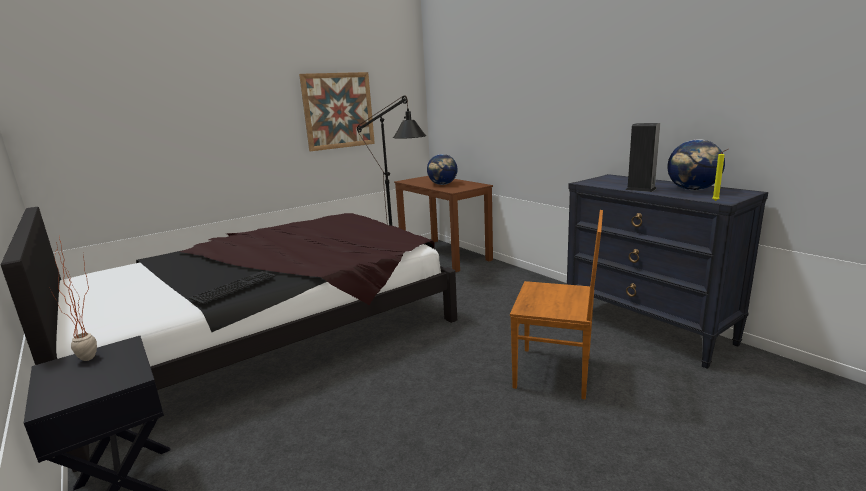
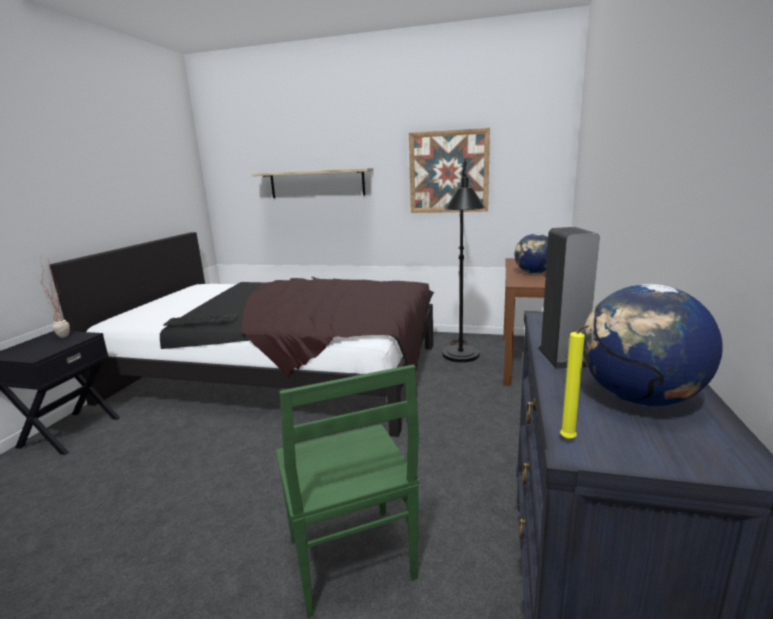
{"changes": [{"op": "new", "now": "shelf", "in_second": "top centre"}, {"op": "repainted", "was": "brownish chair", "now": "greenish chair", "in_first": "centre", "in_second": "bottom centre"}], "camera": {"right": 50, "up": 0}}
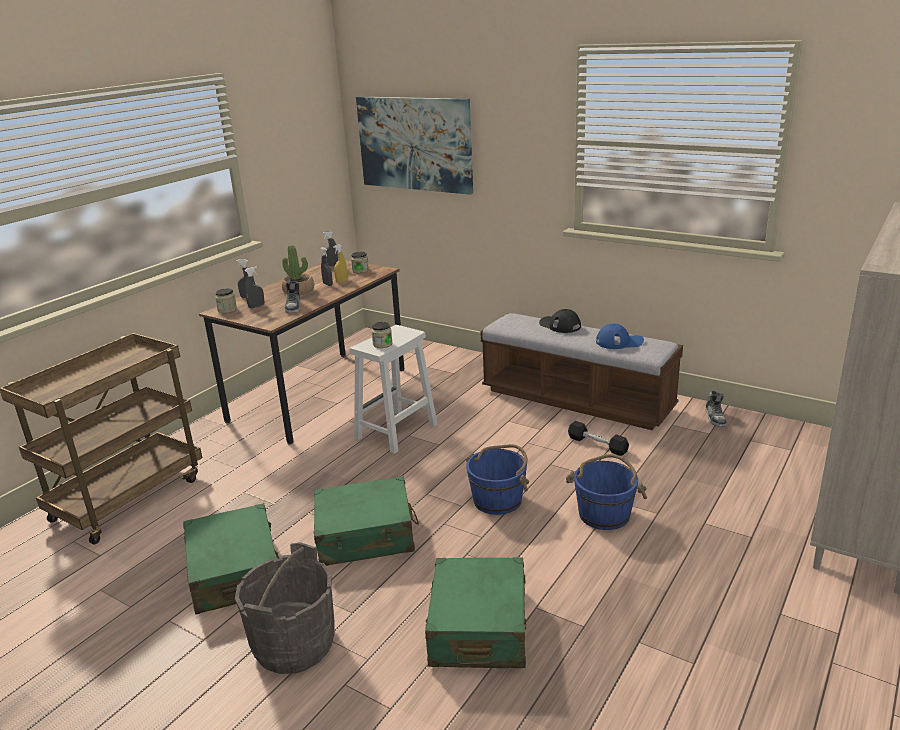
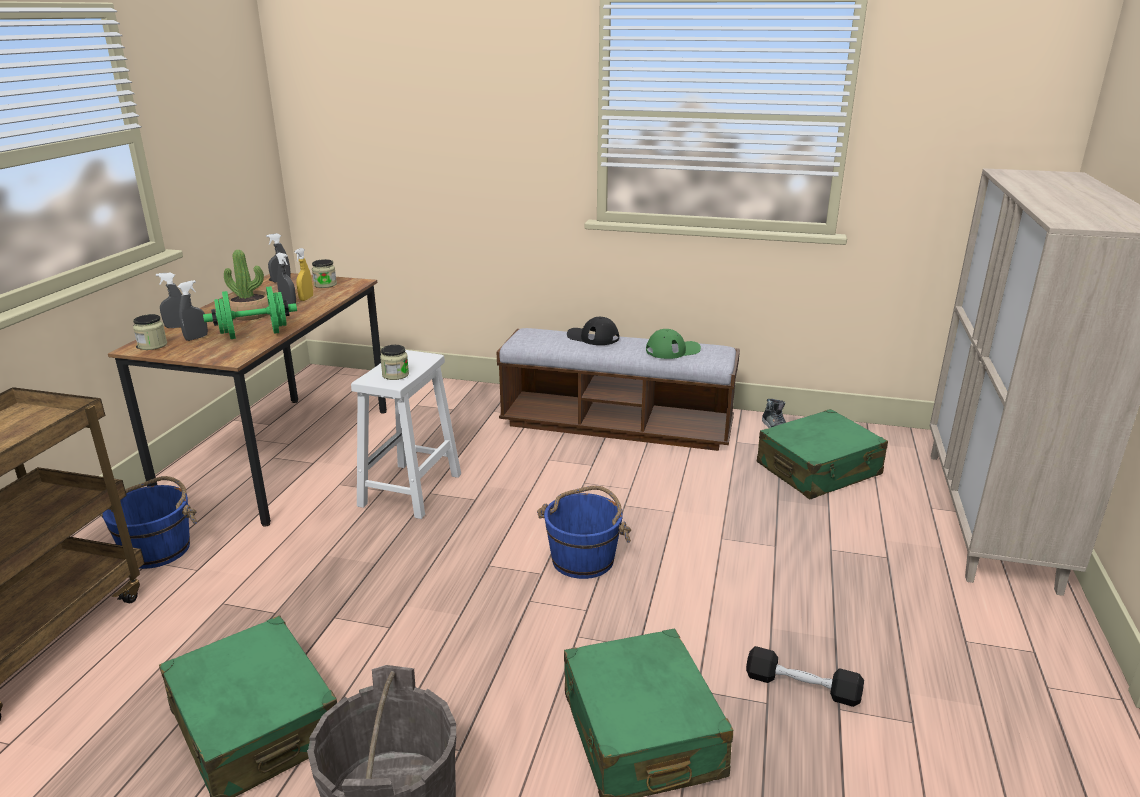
{"changes": [{"op": "shifted", "was": "blue-coloured bucket (no. 2 from left in the first image)", "now": "blue-coloured bucket (no. 1 from left)", "in_first": "bottom right", "in_second": "middle left"}, {"op": "swapped", "was": "low shoe (no. 1 from left)", "now": "greenish dumbbell", "in_first": "middle left", "in_second": "middle left"}, {"op": "repainted", "was": "blue-coloured peaked cap", "now": "greenish peaked cap", "in_first": "middle right", "in_second": "centre"}, {"op": "shifted", "was": "blackish dumbbell", "in_first": "centre", "in_second": "bottom right"}, {"op": "shifted", "was": "greenish piece of luggage (no. 2 from left in the first image)", "now": "greenish piece of luggage (no. 3 from left)", "in_first": "bottom centre", "in_second": "middle right"}, {"op": "gone", "was": "picture", "in_first": "top centre"}], "camera": {"right": -20, "up": 0}}
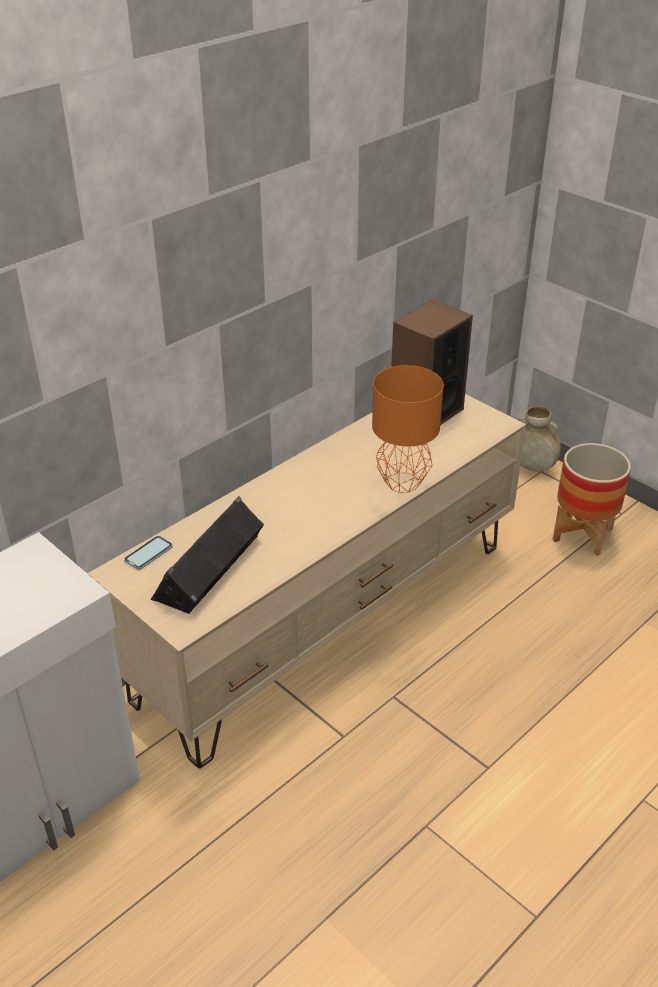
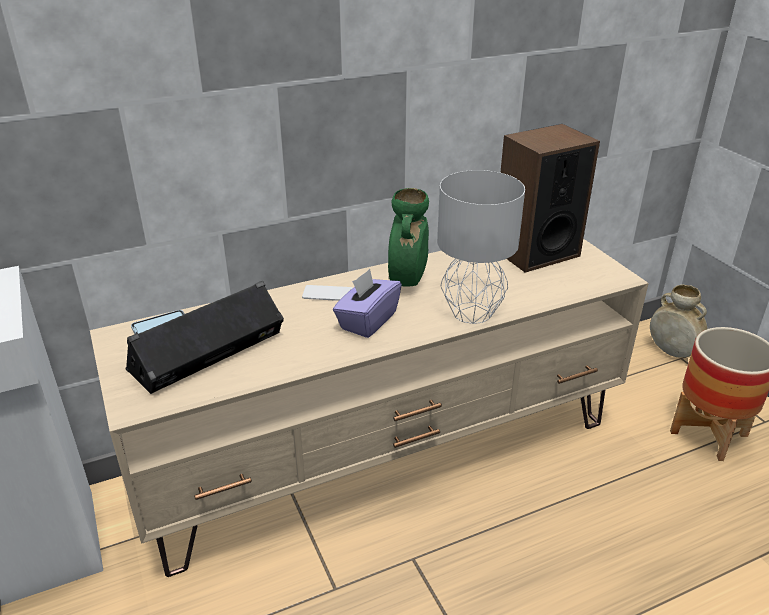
{"changes": [{"op": "new", "now": "handset (no. 2 from left)", "in_second": "centre"}, {"op": "new", "now": "purple box of tissues", "in_second": "centre"}, {"op": "new", "now": "greenish decorative vase", "in_second": "centre"}, {"op": "repainted", "was": "orange tabletop lamp", "now": "greyish tabletop lamp", "in_first": "centre", "in_second": "centre"}], "camera": {"right": 20, "up": -5}}
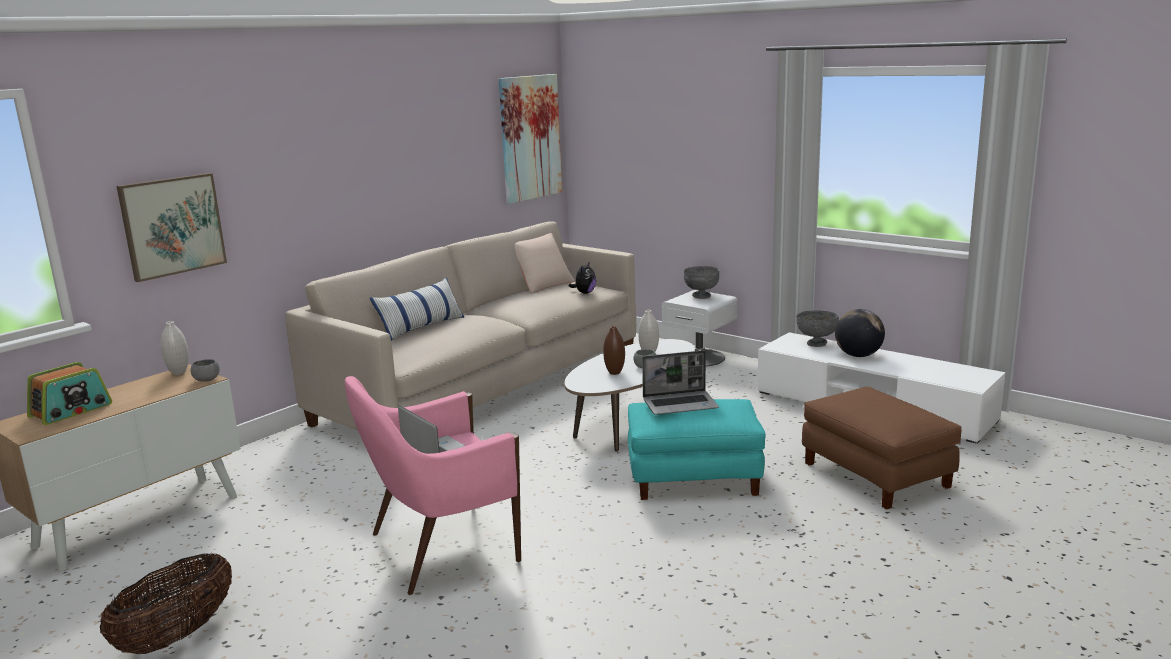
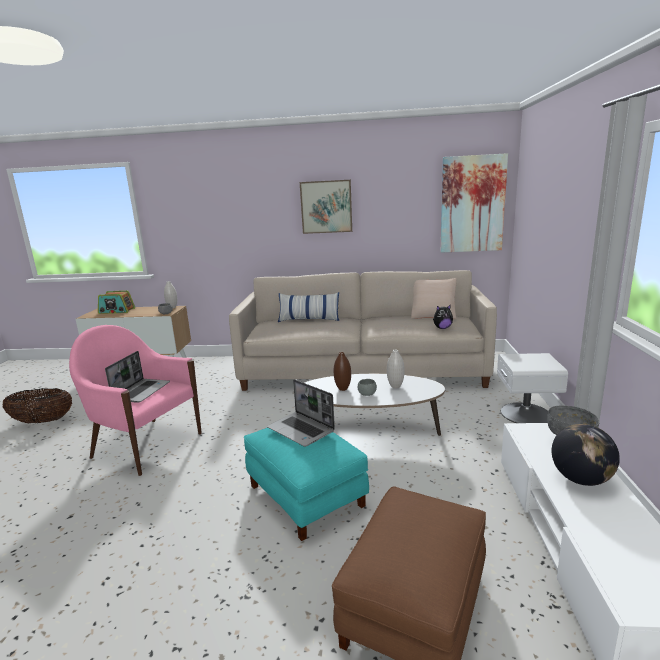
{"changes": [{"op": "shifted", "was": "picture (no. 1 from left)", "in_first": "middle left", "in_second": "top centre"}, {"op": "gone", "was": "greyish bowl (no. 3 from left)", "in_first": "centre"}], "camera": {"right": 55, "up": 0}}
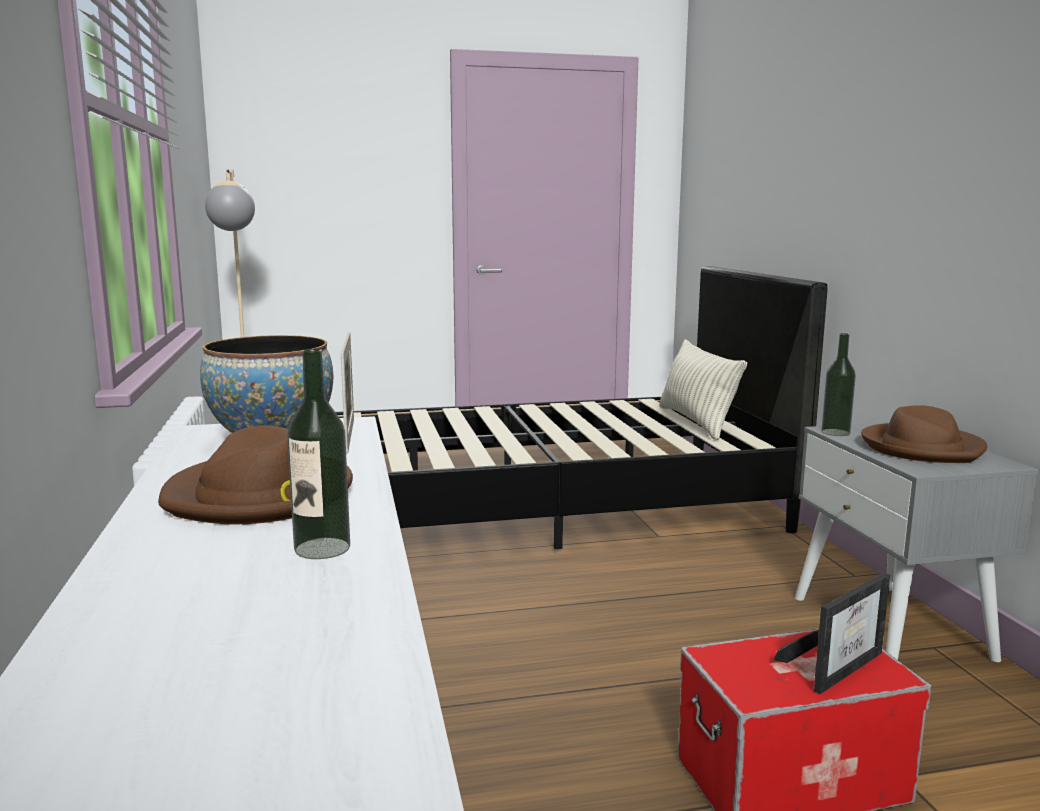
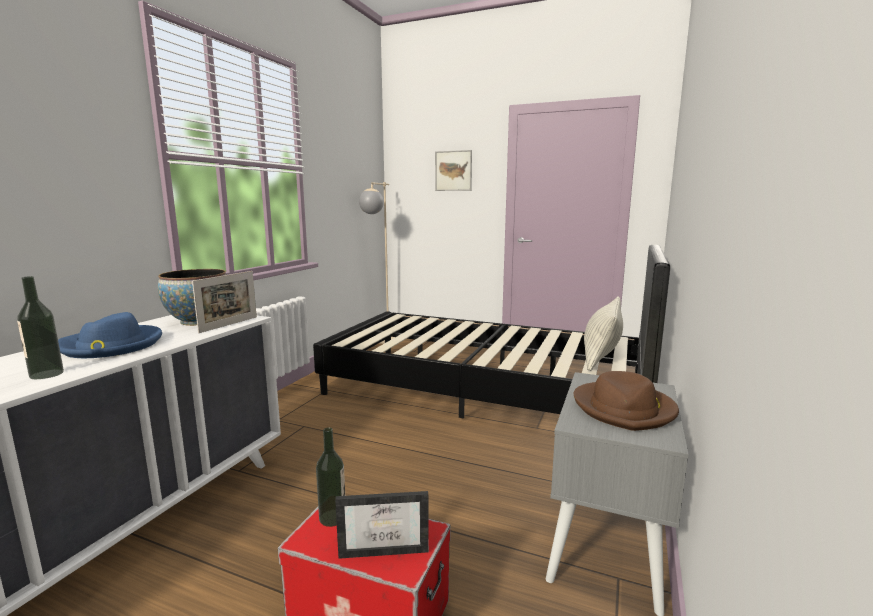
{"changes": [{"op": "repainted", "was": "brownish wearable hat (no. 1 from left)", "now": "blue-coloured wearable hat", "in_first": "middle left", "in_second": "middle left"}, {"op": "shifted", "was": "beverage bottle (no. 2 from left)", "in_first": "middle right", "in_second": "bottom centre"}, {"op": "new", "now": "picture", "in_second": "top centre"}], "camera": {"right": 35, "up": 0}}
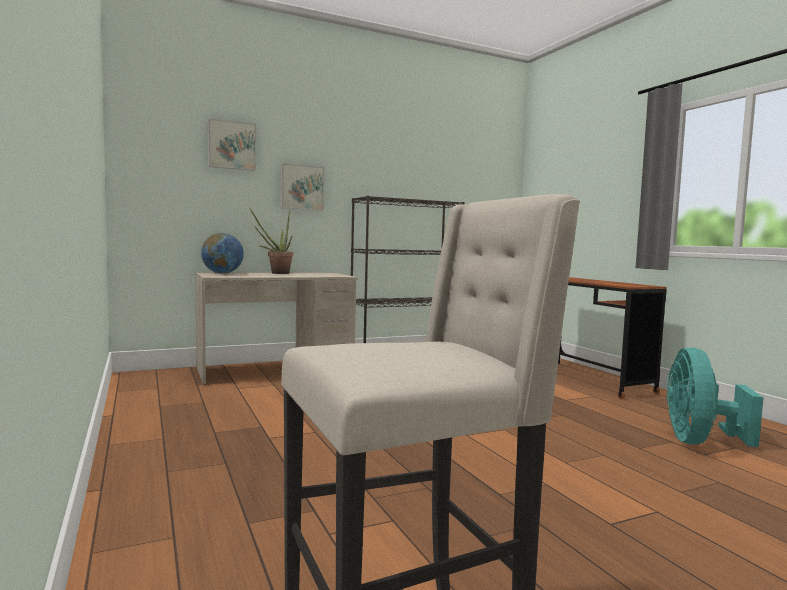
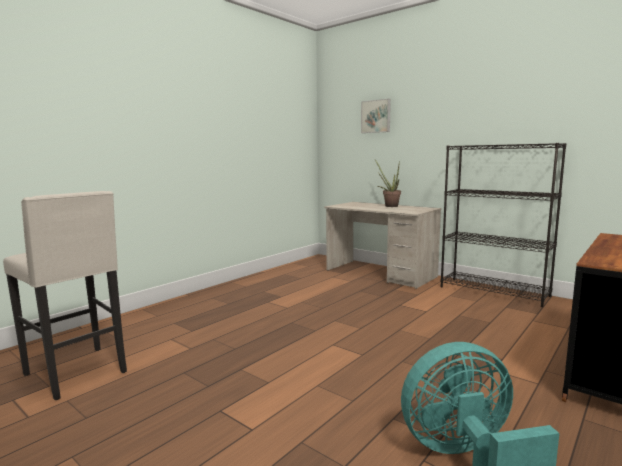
{"changes": [{"op": "gone", "was": "desk globe", "in_first": "middle left"}, {"op": "gone", "was": "picture (no. 2 from left)", "in_first": "top centre"}], "camera": {"right": 65, "up": 5}}
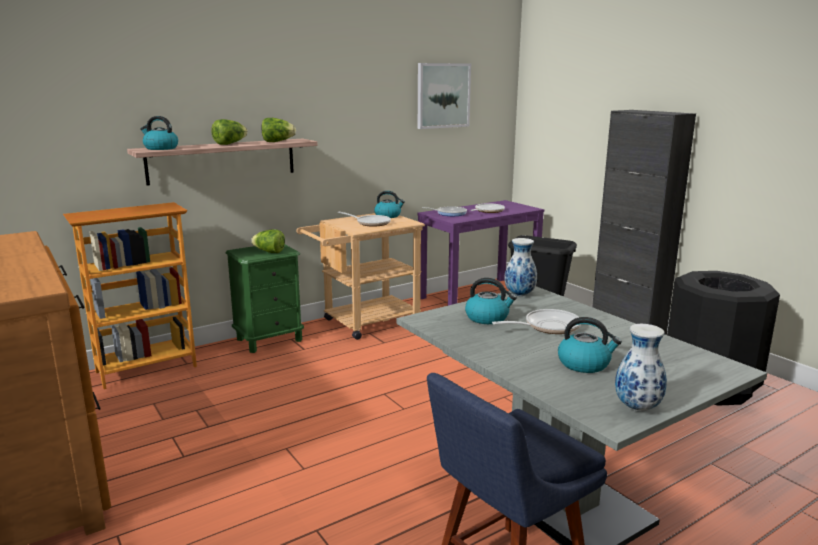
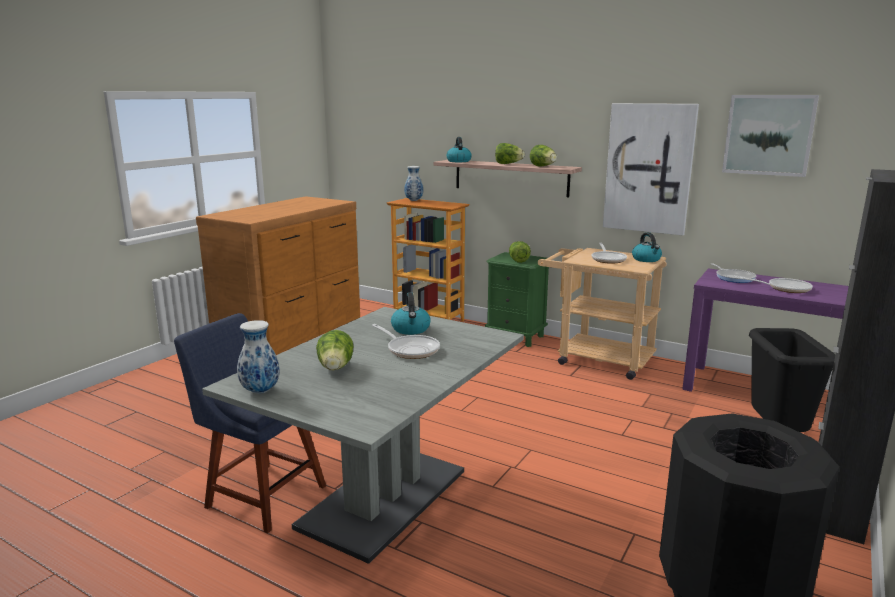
{"changes": [{"op": "swapped", "was": "water kettle (no. 4 from left)", "now": "lettuce (no. 1 from left)", "in_first": "middle right", "in_second": "centre"}, {"op": "shifted", "was": "decorative vase (no. 1 from left in the first image)", "now": "decorative vase (no. 2 from left)", "in_first": "centre", "in_second": "top centre"}, {"op": "new", "now": "picture (no. 1 from left)", "in_second": "top right"}], "camera": {"right": 65, "up": 0}}
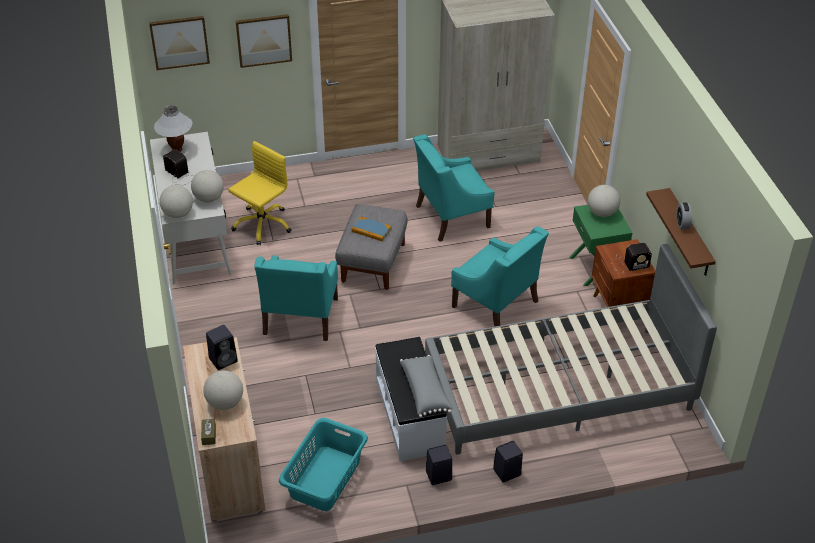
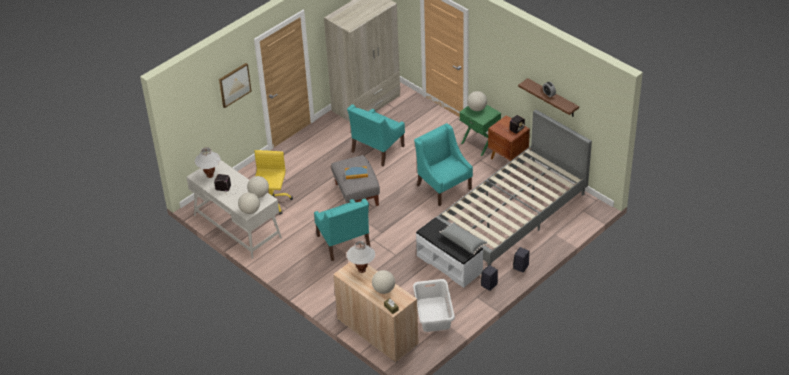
{"changes": [{"op": "swapped", "was": "blackish audio speaker (no. 1 from left)", "now": "white-coloured tabletop lamp (no. 2 from left)", "in_first": "middle left", "in_second": "bottom centre"}, {"op": "repainted", "was": "blue-green hamper", "now": "white-coloured hamper", "in_first": "bottom centre", "in_second": "bottom centre"}, {"op": "rotated", "was": "blue-green lounge chair (no. 3 from left)", "in_first": "centre", "in_second": "centre", "clockwise": -135}, {"op": "gone", "was": "picture (no. 1 from left)", "in_first": "top left"}], "camera": {"right": -30, "up": 0}}
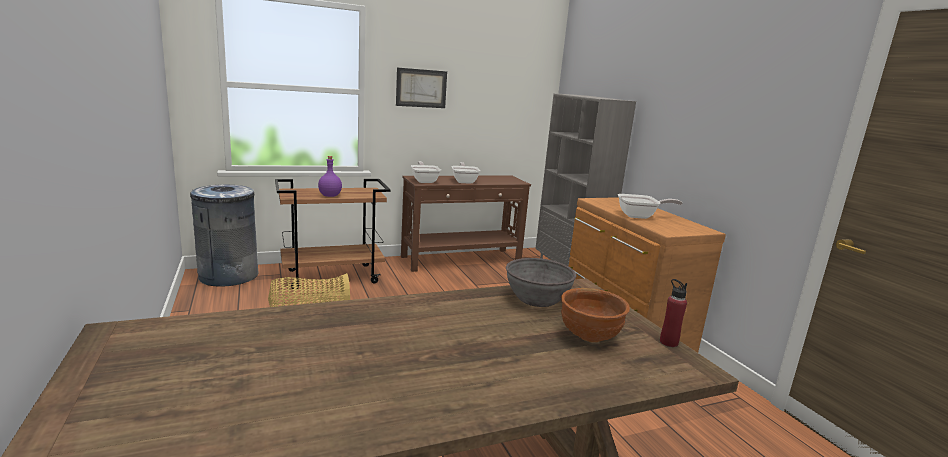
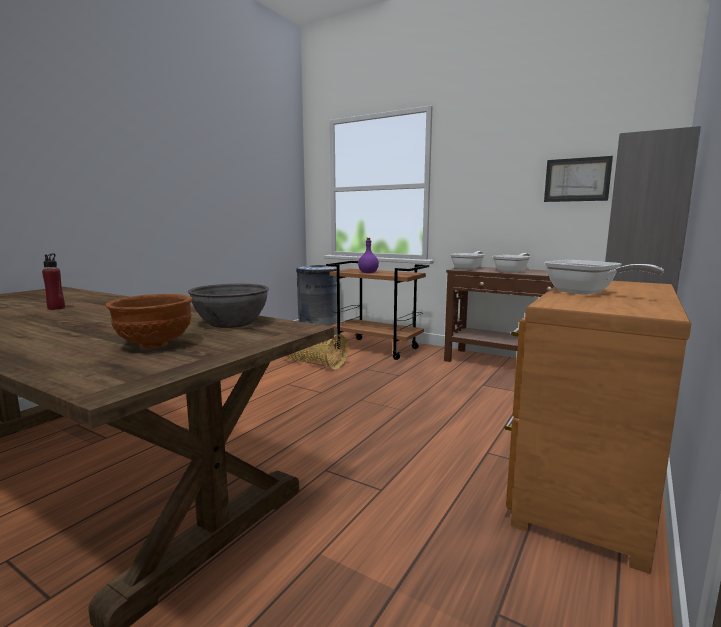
{"changes": [{"op": "shifted", "was": "red-coloured beverage bottle", "in_first": "bottom right", "in_second": "middle left"}, {"op": "shifted", "was": "picture", "in_first": "top centre", "in_second": "top right"}], "camera": {"right": 55, "up": -5}}
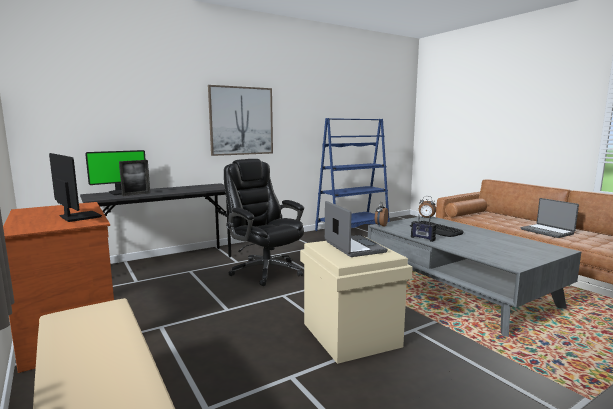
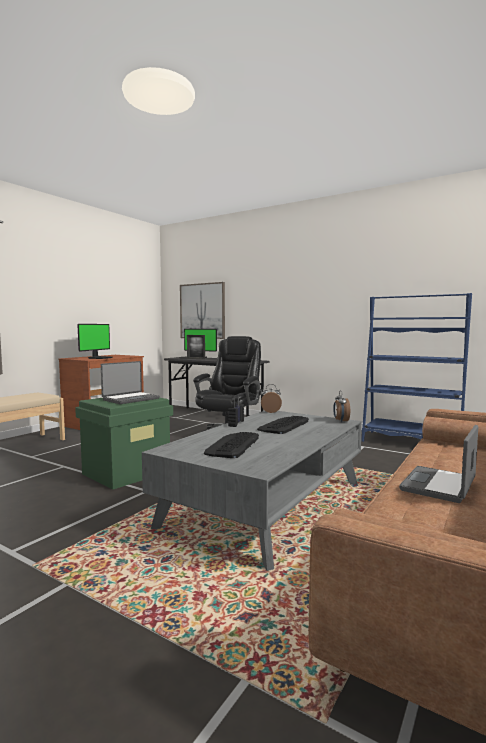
{"changes": [{"op": "repainted", "was": "sand-coloured storage bin", "now": "greenish storage bin", "in_first": "bottom centre", "in_second": "middle left"}, {"op": "shifted", "was": "picture", "in_first": "top centre", "in_second": "centre"}, {"op": "new", "now": "computer keyboard (no. 1 from left)", "in_second": "centre"}], "camera": {"right": 65, "up": -5}}
